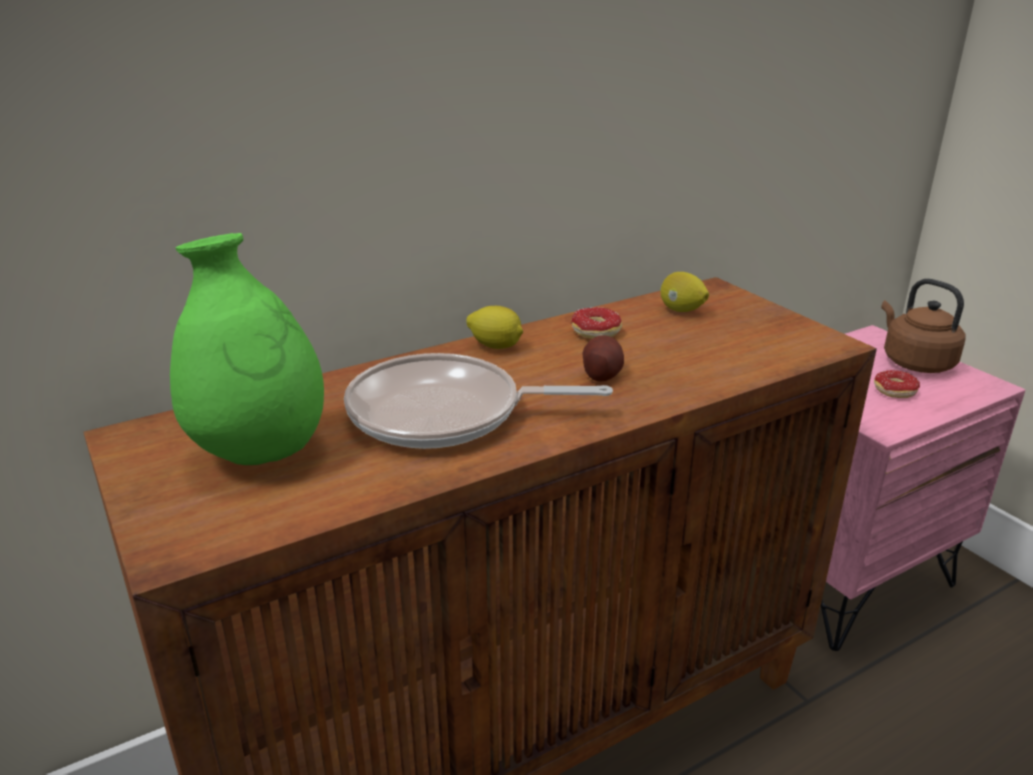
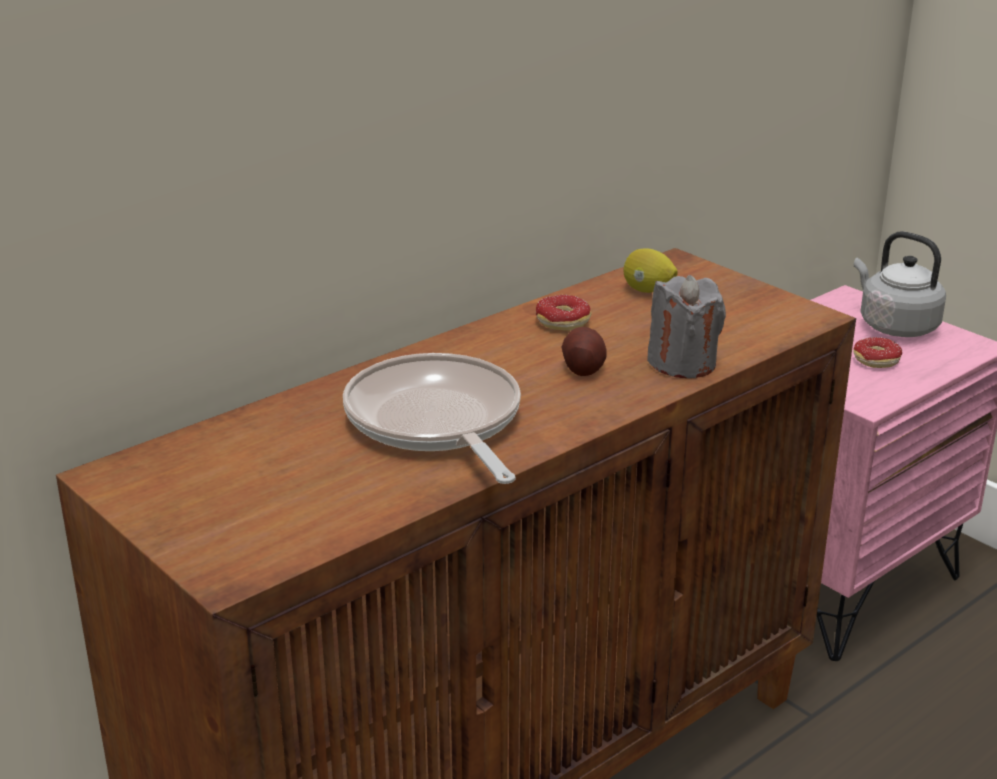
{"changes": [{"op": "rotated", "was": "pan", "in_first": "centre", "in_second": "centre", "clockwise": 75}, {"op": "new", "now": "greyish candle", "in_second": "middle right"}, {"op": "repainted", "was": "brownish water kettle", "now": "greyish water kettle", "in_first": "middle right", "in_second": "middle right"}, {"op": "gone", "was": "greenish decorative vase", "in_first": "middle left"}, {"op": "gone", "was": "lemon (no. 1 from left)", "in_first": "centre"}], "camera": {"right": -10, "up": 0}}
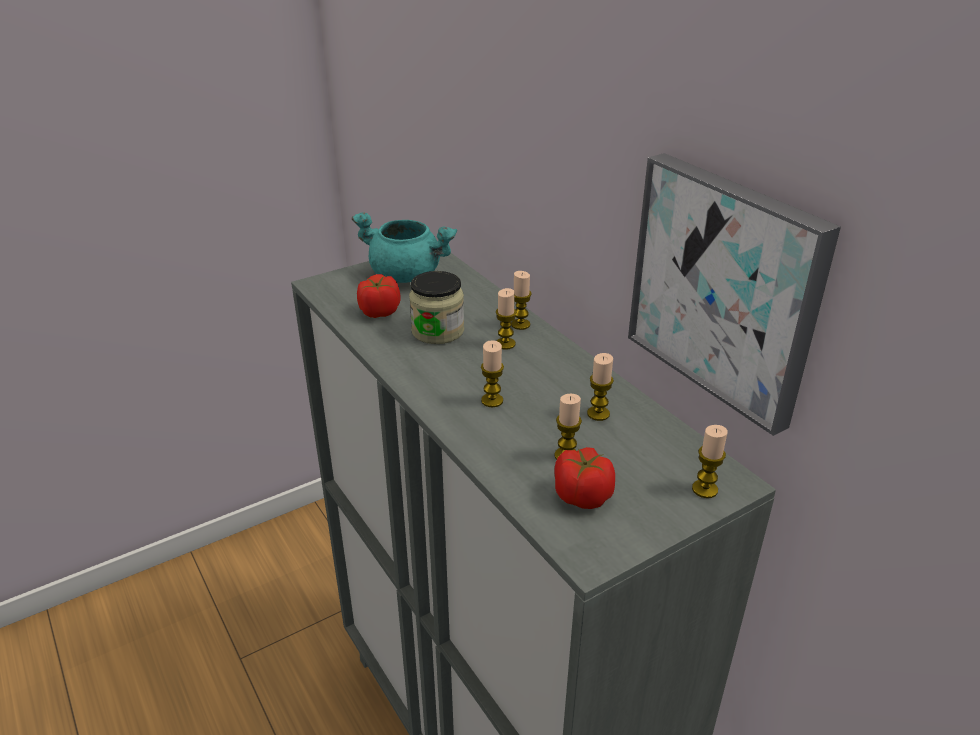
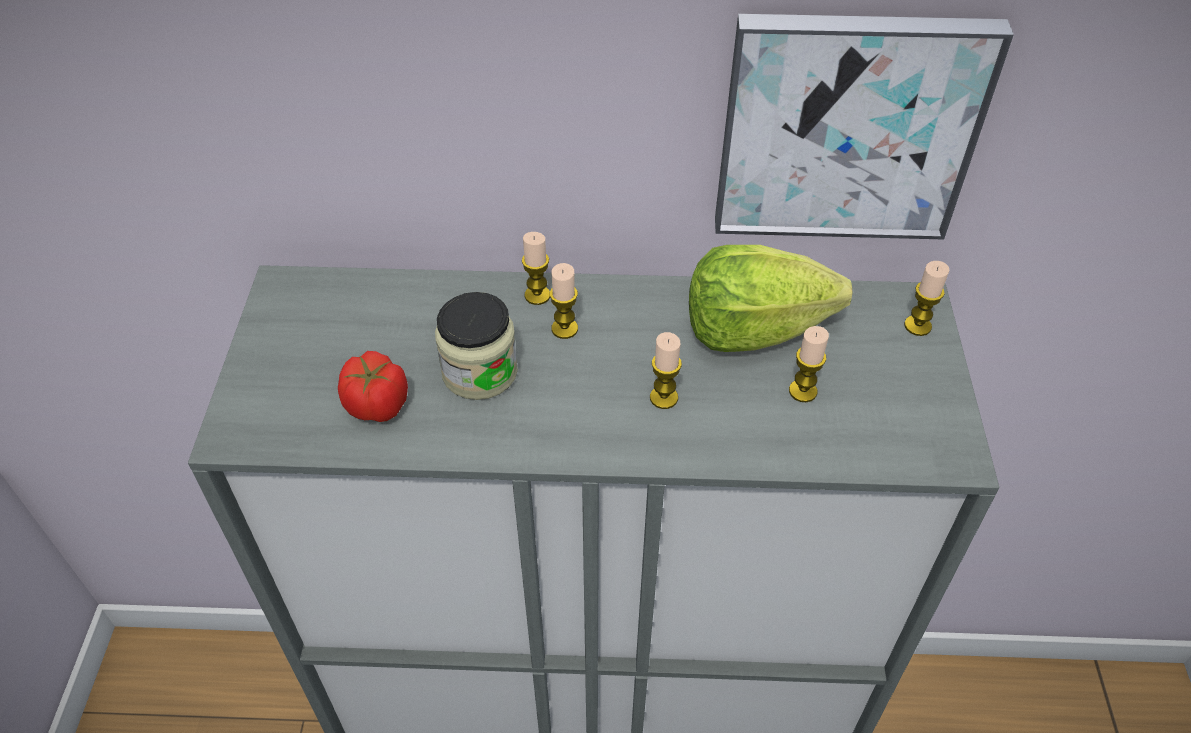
{"changes": [{"op": "swapped", "was": "candle (no. 5 from left)", "now": "lettuce", "in_first": "centre", "in_second": "centre"}, {"op": "gone", "was": "blue-green stockpot", "in_first": "centre"}, {"op": "gone", "was": "fresh tomato (no. 2 from left)", "in_first": "centre"}], "camera": {"right": -55, "up": 15}}
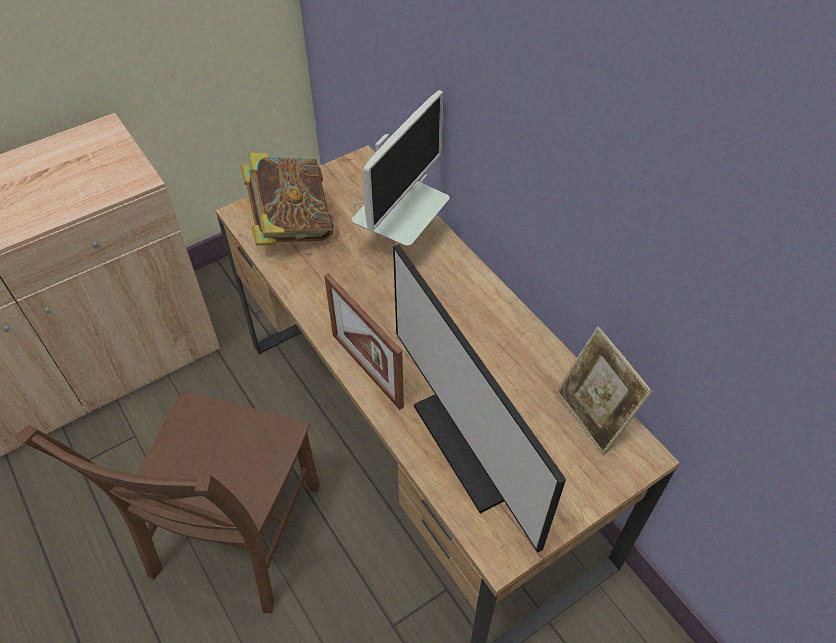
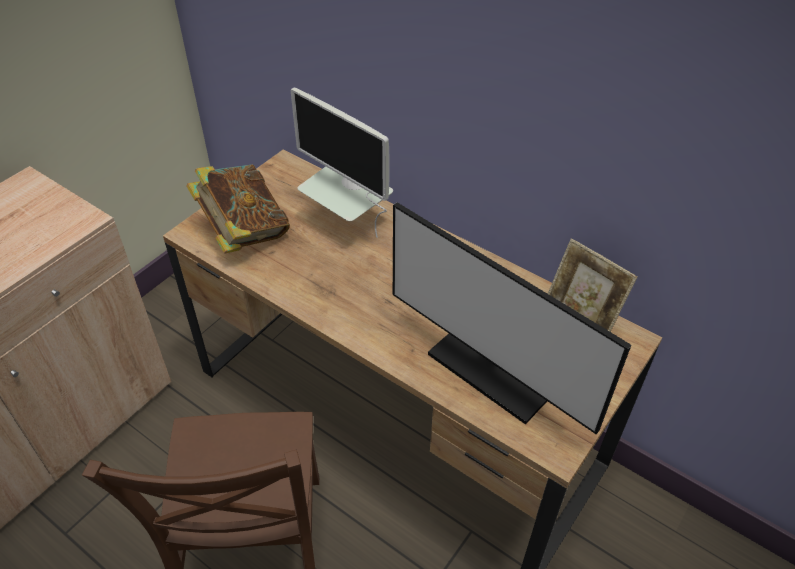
{"changes": [{"op": "rotated", "was": "monitor (no. 1 from left)", "in_first": "top centre", "in_second": "top centre", "clockwise": 120}, {"op": "gone", "was": "photo frame (no. 1 from left)", "in_first": "centre"}], "camera": {"right": -20, "up": -5}}
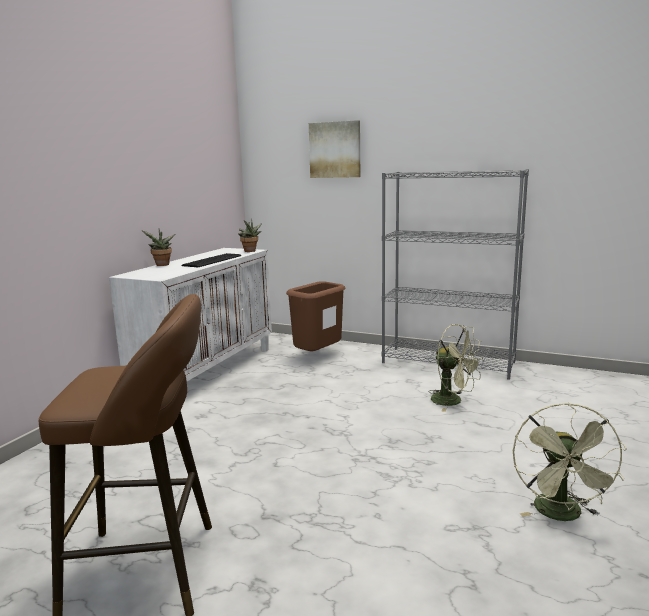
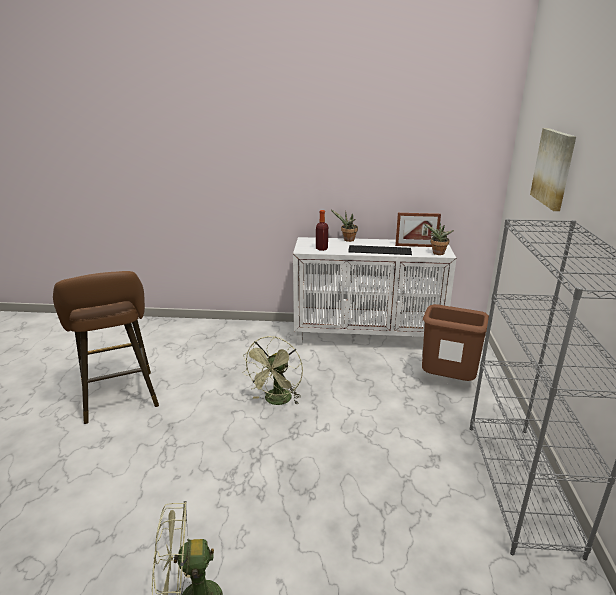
{"changes": [{"op": "shifted", "was": "greenish cooling fan (no. 1 from left in the first image)", "now": "greenish cooling fan (no. 2 from left)", "in_first": "middle right", "in_second": "centre"}, {"op": "new", "now": "beverage bottle", "in_second": "centre"}, {"op": "new", "now": "photo frame", "in_second": "middle right"}], "camera": {"right": 70, "up": 10}}
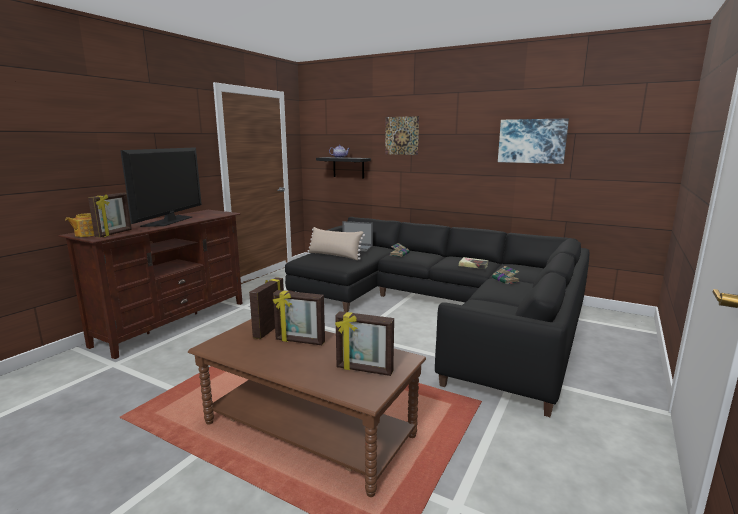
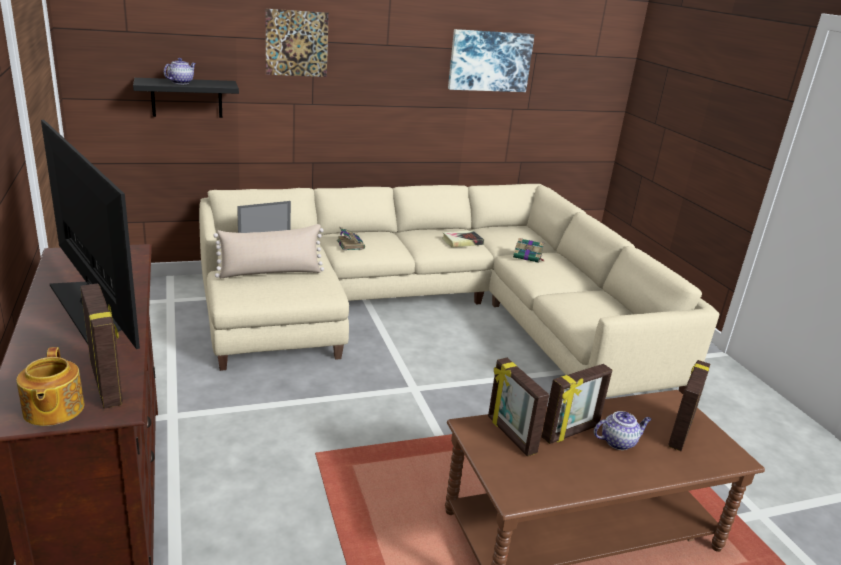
{"changes": [{"op": "repainted", "was": "blackish couch", "now": "sand-coloured couch", "in_first": "centre", "in_second": "centre"}, {"op": "new", "now": "pot for tea (no. 3 from left)", "in_second": "bottom right"}, {"op": "rotated", "was": "photo frame (no. 4 from left)", "in_first": "bottom centre", "in_second": "bottom right", "clockwise": 150}], "camera": {"right": -50, "up": 10}}
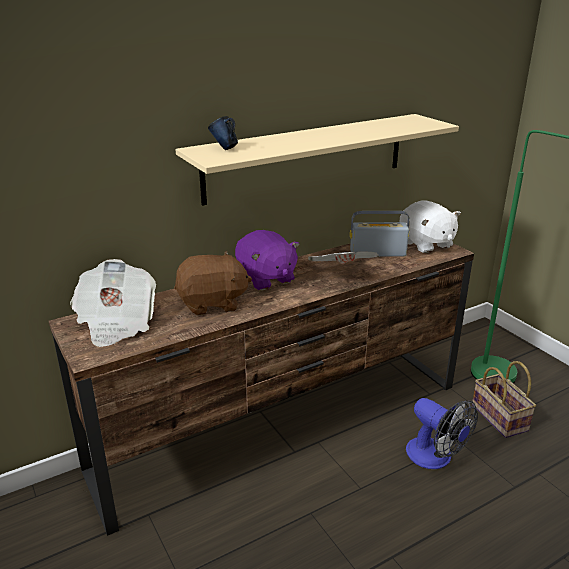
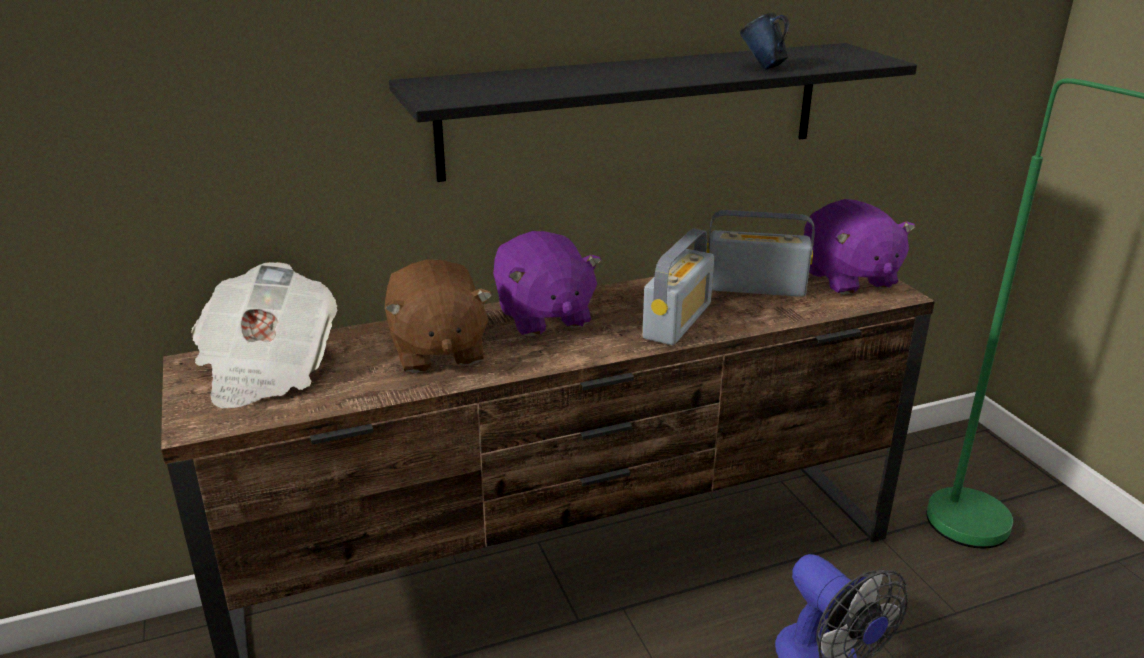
{"changes": [{"op": "rotated", "was": "brownish cuddly toy", "in_first": "centre", "in_second": "centre", "clockwise": 75}, {"op": "repainted", "was": "sand-coloured shelf", "now": "blackish shelf", "in_first": "top centre", "in_second": "top centre"}, {"op": "swapped", "was": "printed paper (no. 2 from left)", "now": "radio receiver (no. 1 from left)", "in_first": "centre", "in_second": "centre"}, {"op": "shifted", "was": "blue-coloured tea mug", "in_first": "top centre", "in_second": "top right"}, {"op": "repainted", "was": "white-coloured cuddly toy", "now": "purple cuddly toy (no. 2 from left)", "in_first": "middle right", "in_second": "middle right"}, {"op": "gone", "was": "household basket", "in_first": "bottom right"}], "camera": {"right": 10, "up": 0}}
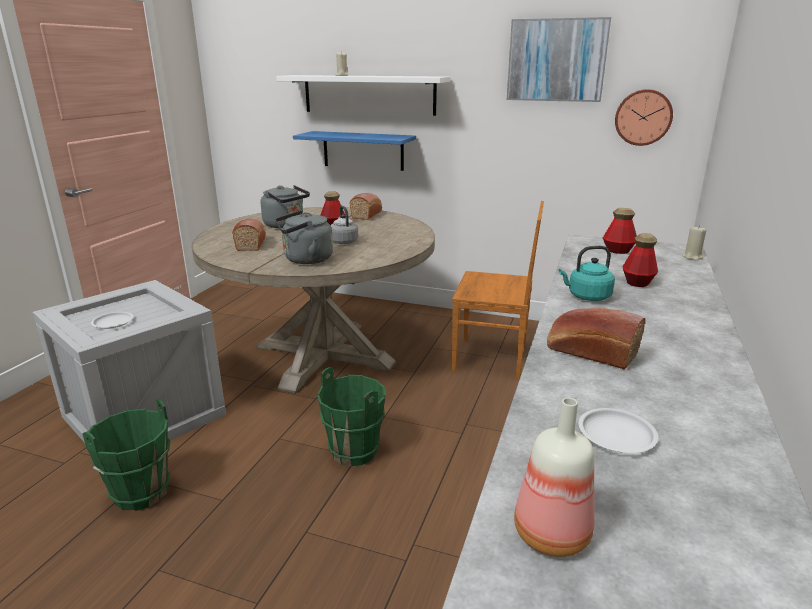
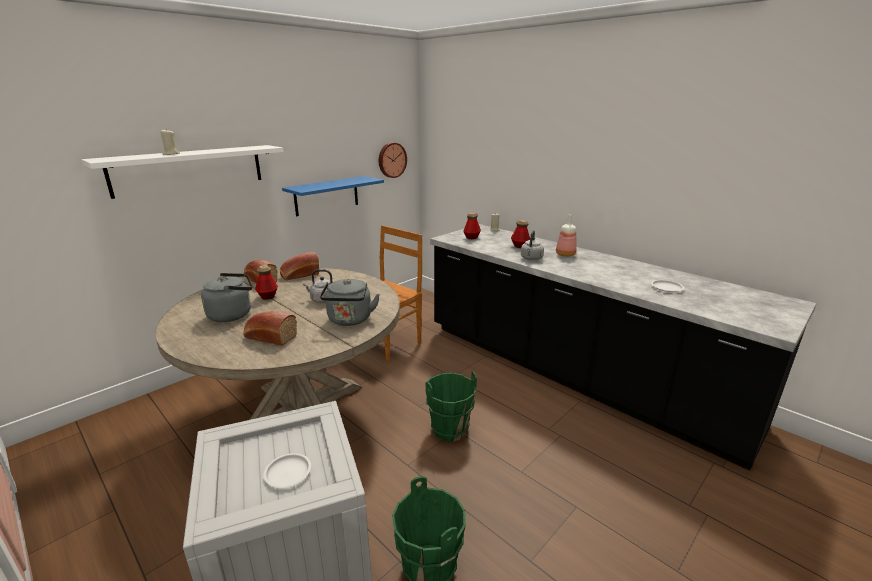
{"changes": [{"op": "shifted", "was": "bread (no. 3 from left)", "in_first": "middle right", "in_second": "centre"}, {"op": "shifted", "was": "blue-coloured shelf", "in_first": "top centre", "in_second": "centre"}, {"op": "repainted", "was": "blue-green water kettle", "now": "greyish water kettle (no. 4 from left)", "in_first": "middle right", "in_second": "centre"}, {"op": "shifted", "was": "beverage bottle (no. 2 from left in the first image)", "now": "beverage bottle (no. 4 from left)", "in_first": "bottom right", "in_second": "centre"}, {"op": "gone", "was": "picture", "in_first": "top right"}], "camera": {"right": -65, "up": 0}}
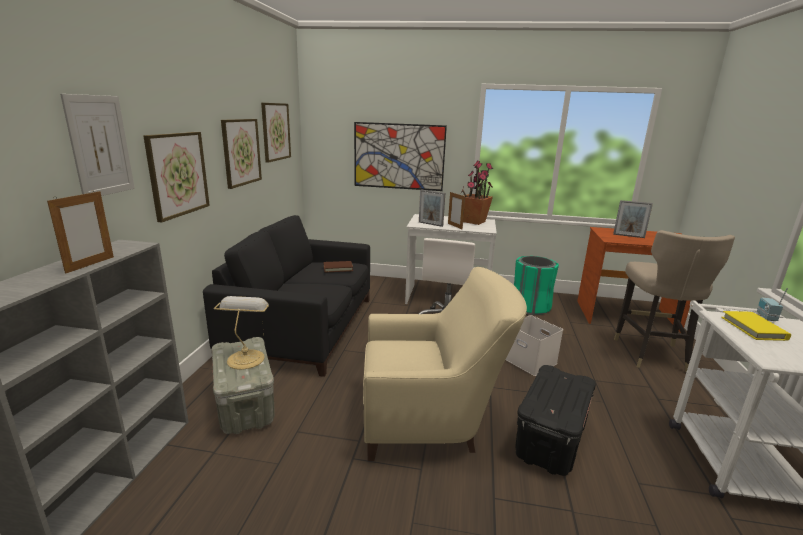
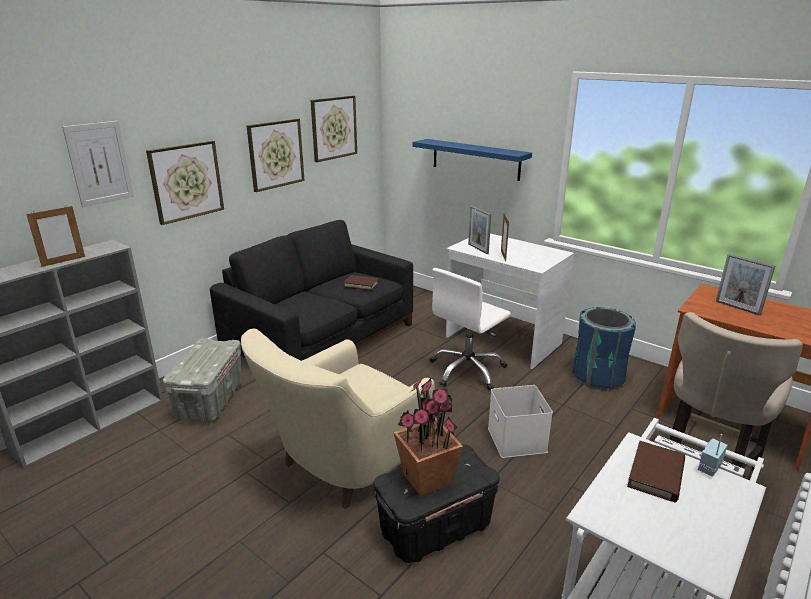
{"changes": [{"op": "rotated", "was": "sand-coloured lounge chair", "in_first": "bottom centre", "in_second": "bottom centre", "clockwise": 105}, {"op": "shifted", "was": "plant in a pot", "in_first": "centre", "in_second": "bottom centre"}, {"op": "swapped", "was": "picture (no. 5 from left)", "now": "blue-coloured shelf", "in_first": "top centre", "in_second": "top centre"}, {"op": "repainted", "was": "greenish trash can", "now": "blue-coloured trash can", "in_first": "middle right", "in_second": "middle right"}, {"op": "repainted", "was": "yellow-coloured book", "now": "brownish book (no. 2 from left)", "in_first": "middle right", "in_second": "bottom right"}, {"op": "gone", "was": "tabletop lamp", "in_first": "middle left"}], "camera": {"right": 30, "up": 5}}
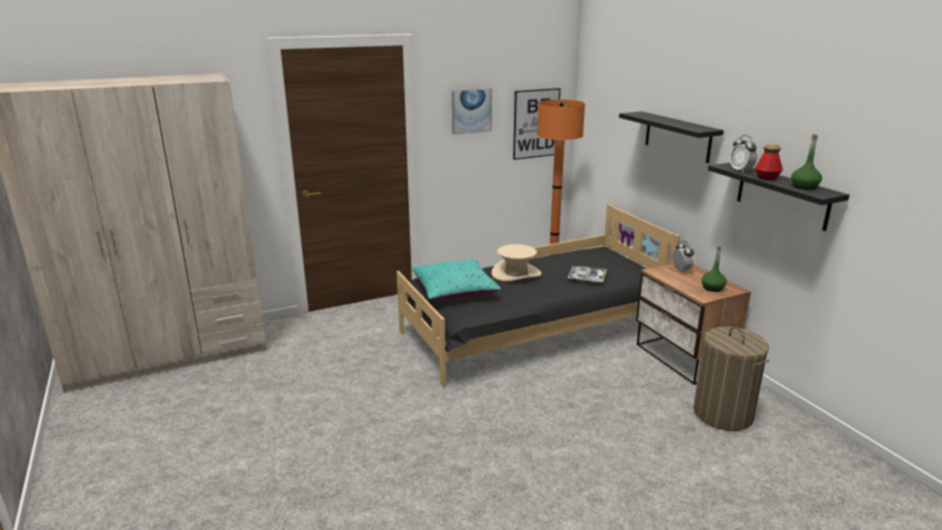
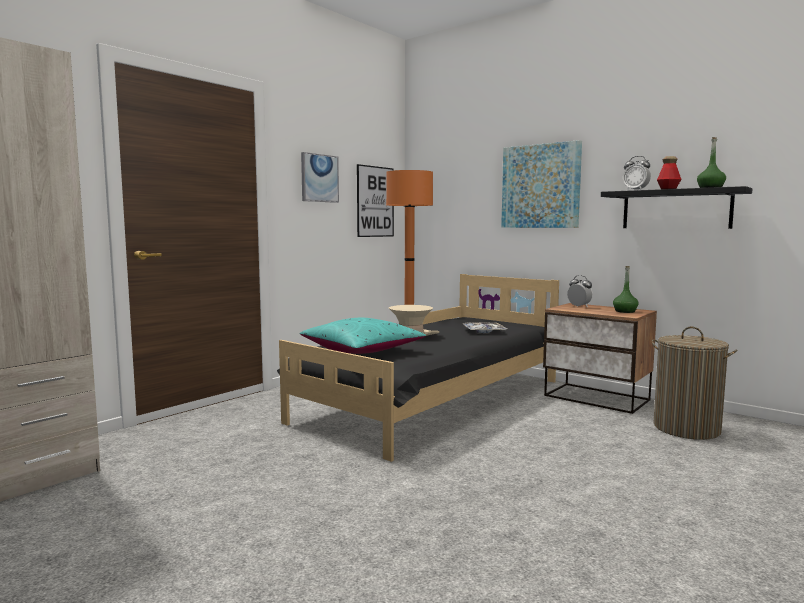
{"changes": [{"op": "swapped", "was": "blackish shelf (no. 1 from left)", "now": "picture (no. 3 from left)", "in_first": "top right", "in_second": "top right"}], "camera": {"right": -25, "up": -15}}
